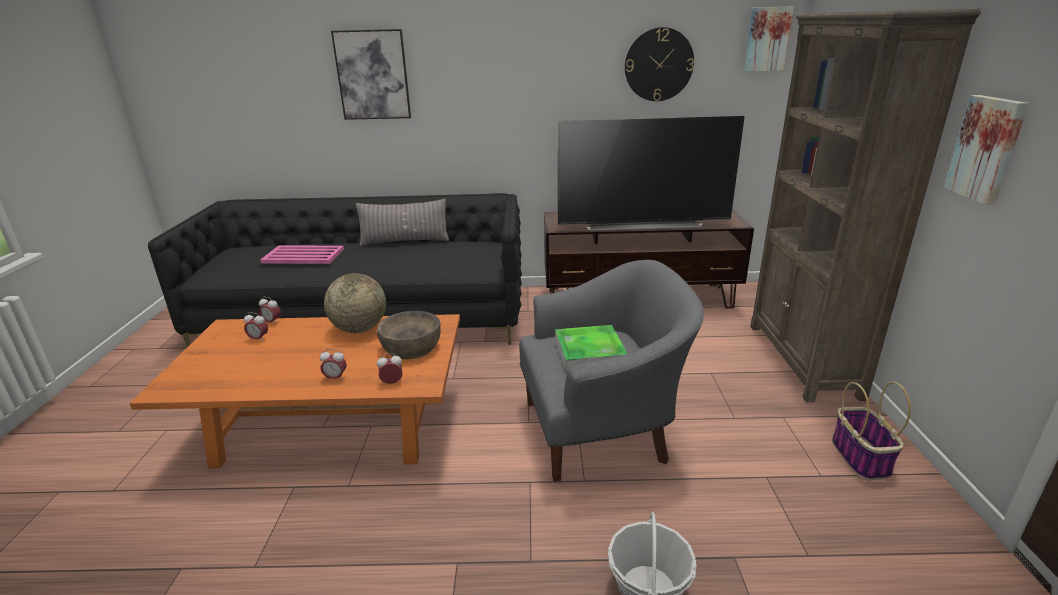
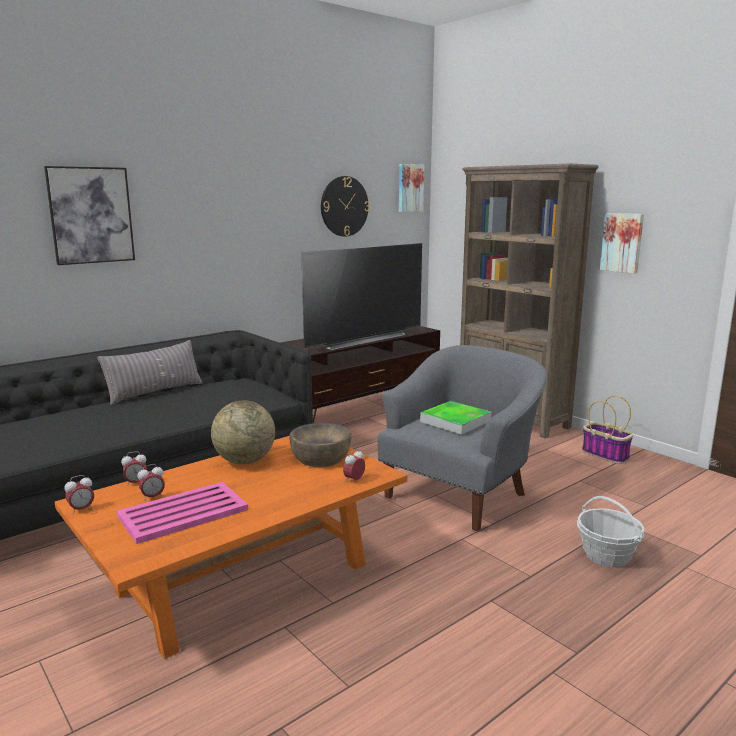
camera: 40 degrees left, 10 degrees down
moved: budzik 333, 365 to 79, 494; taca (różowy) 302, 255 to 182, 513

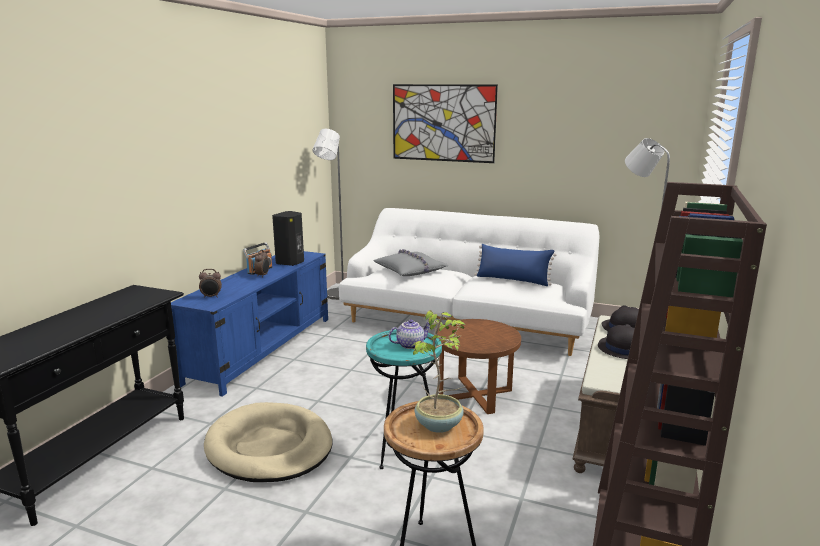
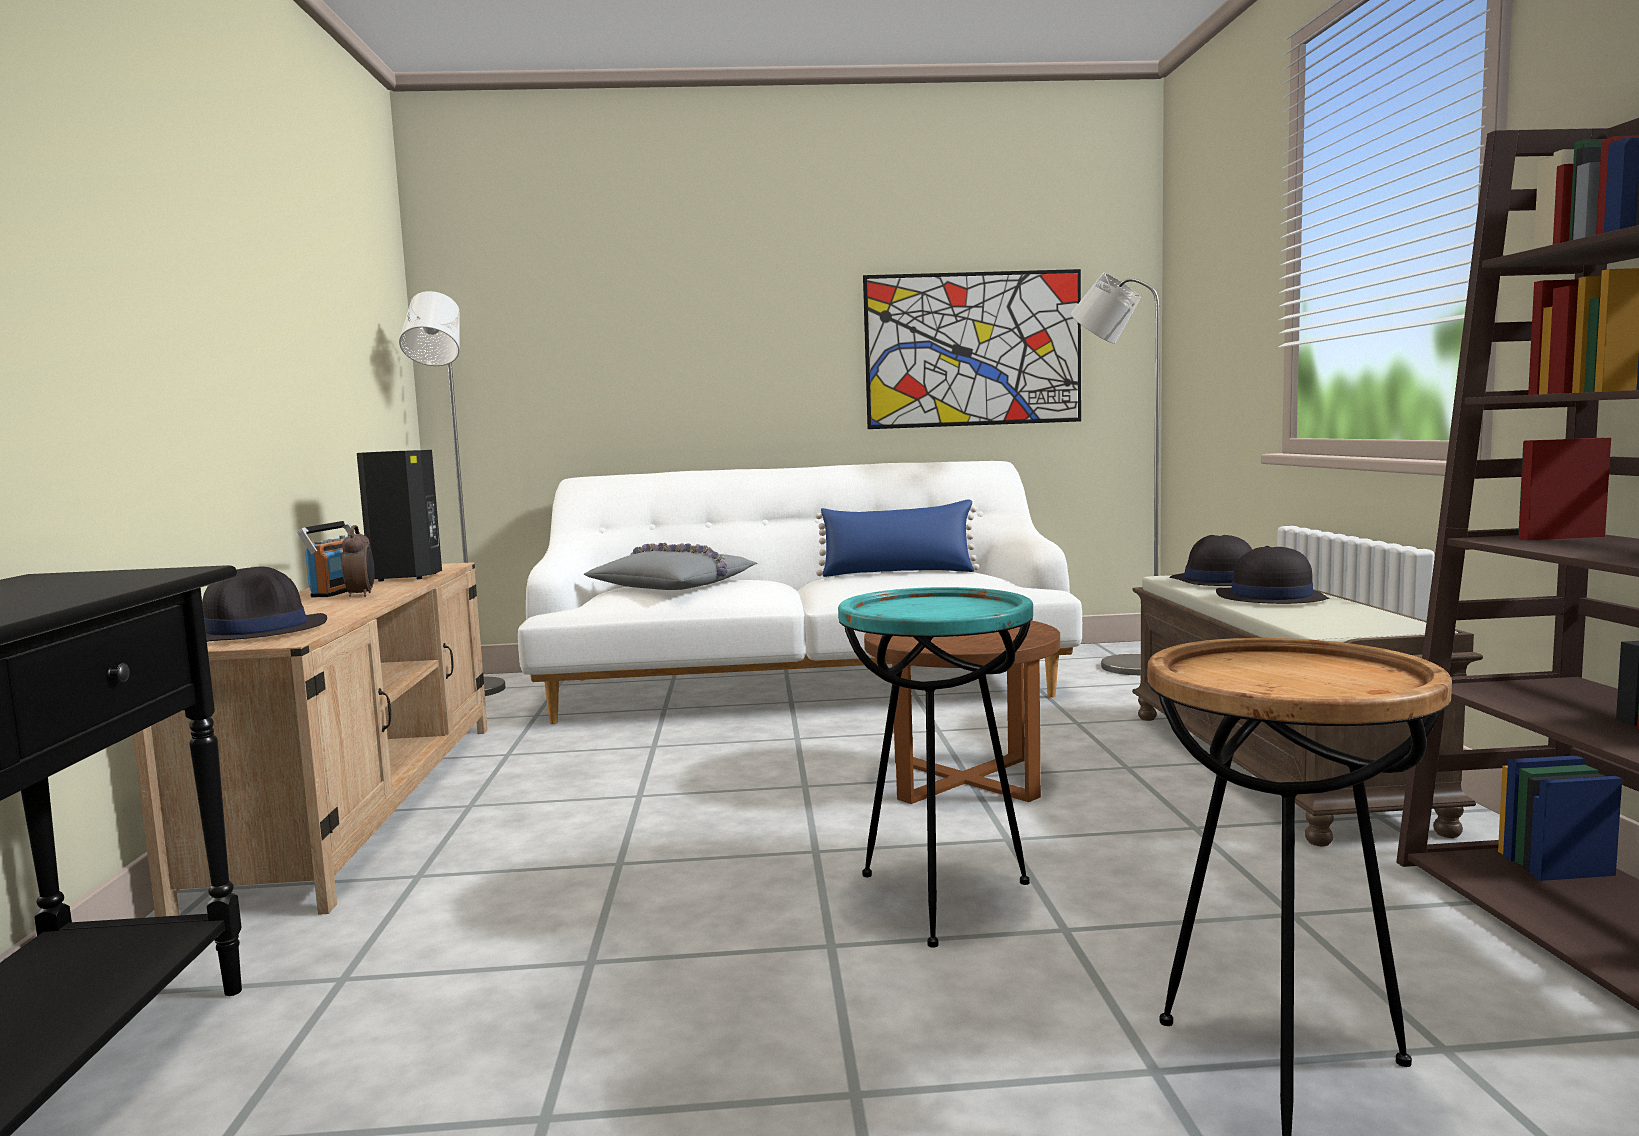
camera: 25 degrees left, 10 degrees down
removed: legowisko (beżowy) 268, 442; imbryk 409, 334; roślina doniczkowa 439, 371
moved: obraz 445, 123 to 972, 349
replaced: budzik 210, 283 to kapelusz (czarny) 264, 604
recoloured: szafka pod telewizor (niebieski) 249, 324 to szafka pod telewizor (beżowy) 310, 739

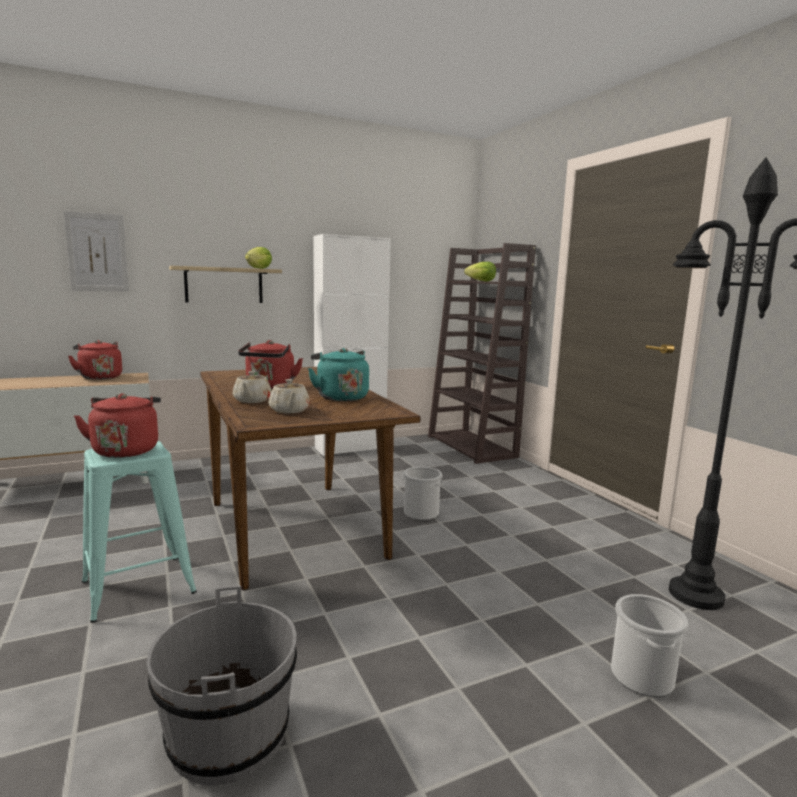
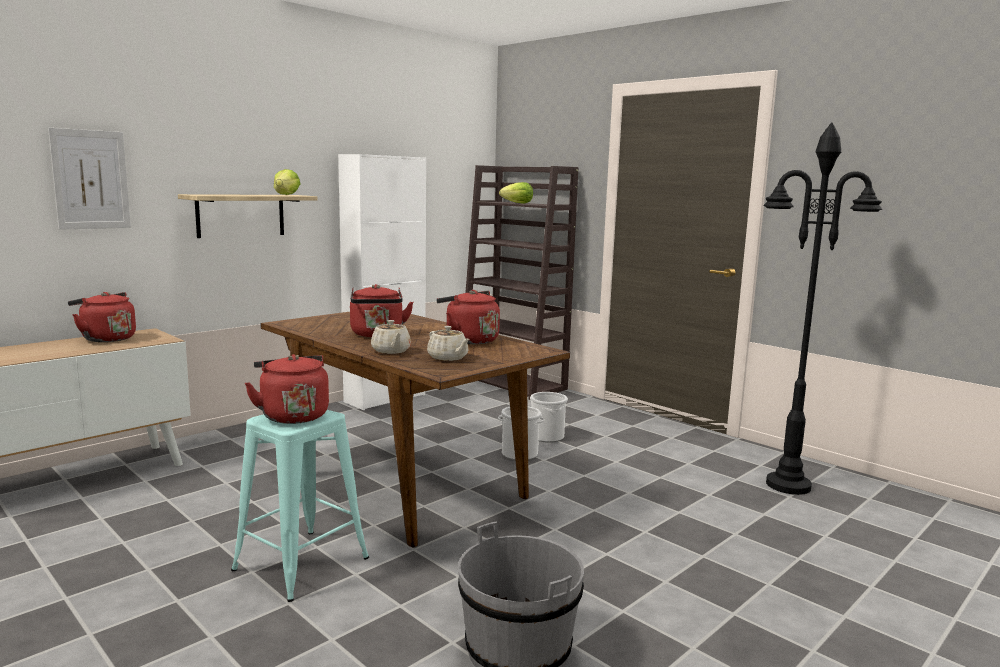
camera: 20 degrees left, 0 degrees up
moved: wiadro 649, 645 to 549, 417
recoloured: czajnik (turkusowy) 338, 374 to czajnik (czerwony) 468, 317

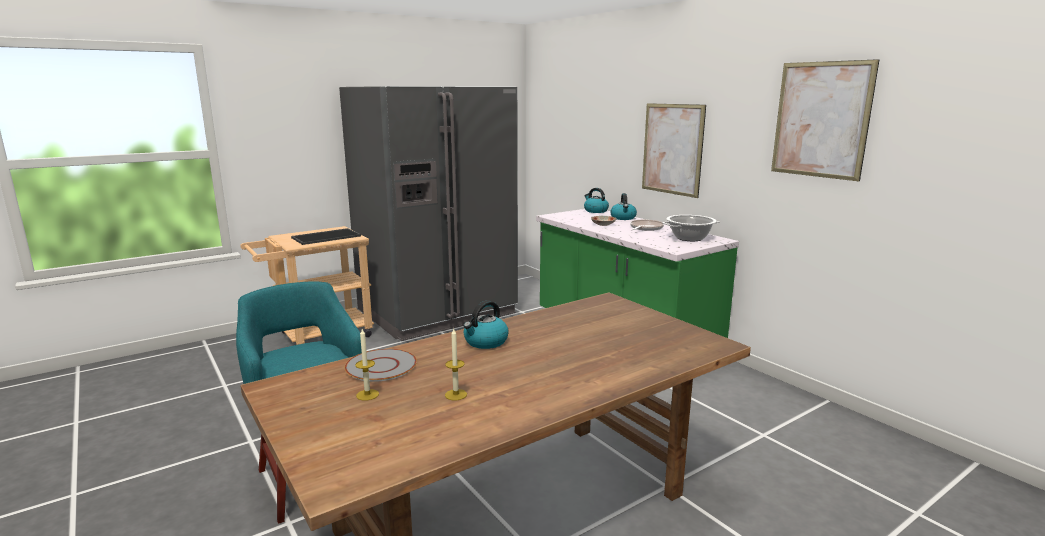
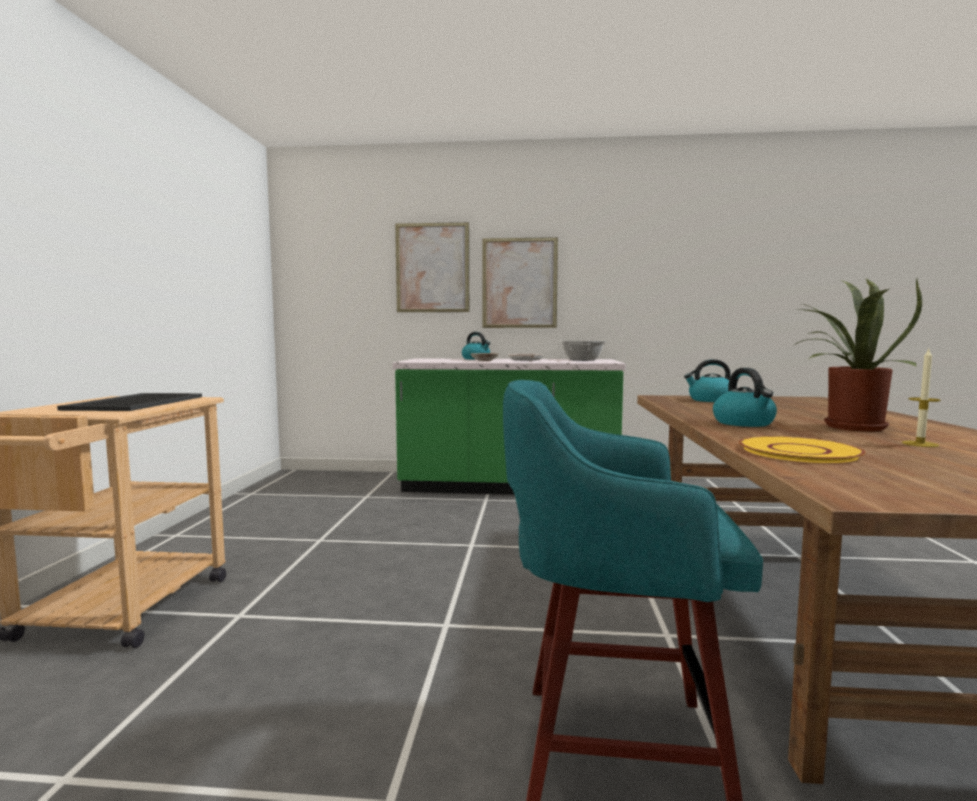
camera: 50 degrees left, 10 degrees down
removed: lodówka (szary) 428, 213; świeca 367, 365
added: roślina doniczkowa 858, 355
moved: obraz 825, 120 to 432, 267; czajnik 596, 200 to 707, 380
recoloured: talerz (szary) 381, 365 to talerz (żółty) 802, 449

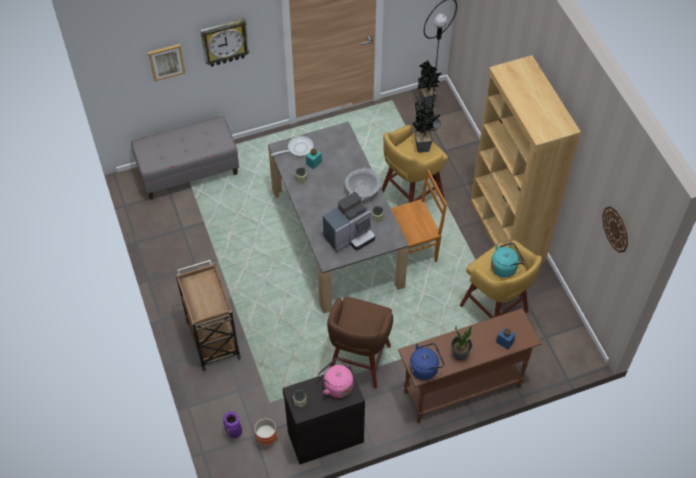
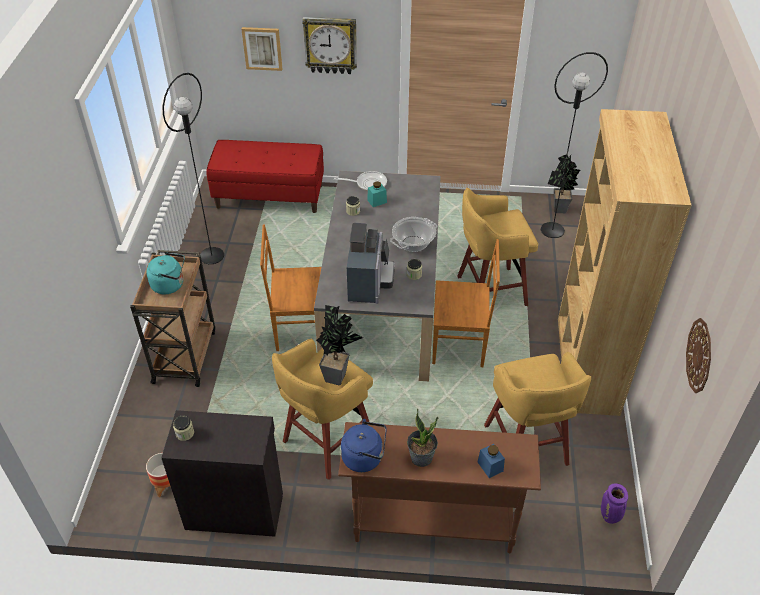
camera: 25 degrees right, 10 degrees down
removed: czajnik (różowy) 335, 378
added: lampa stojąca (czarny) 193, 168; krzesło (brązowy) 290, 287
moved: czajnik (turkusowy) 507, 260 to 165, 273; roślina doniczkowa 426, 127 to 339, 345; wazon (fioletowy) 232, 424 to 614, 503
recoloured: ławka (szary) 185, 158 to ławka (czerwony) 265, 176; stołek (brązowy) 360, 343 to stołek (żółty) 322, 409
turned: ekspres do kawy 349, 222 = 371, 263 75 degrees counterclockwise

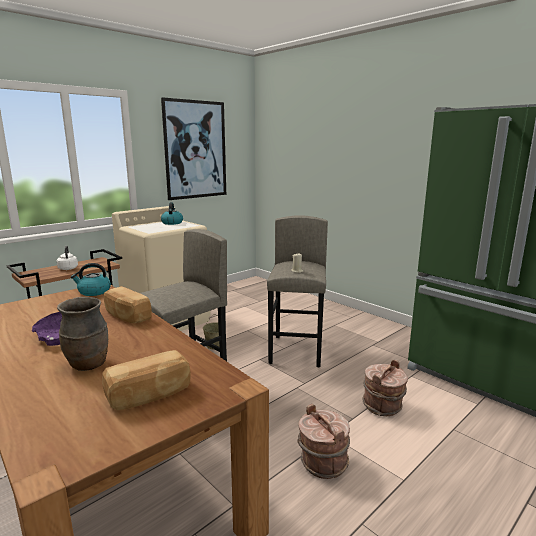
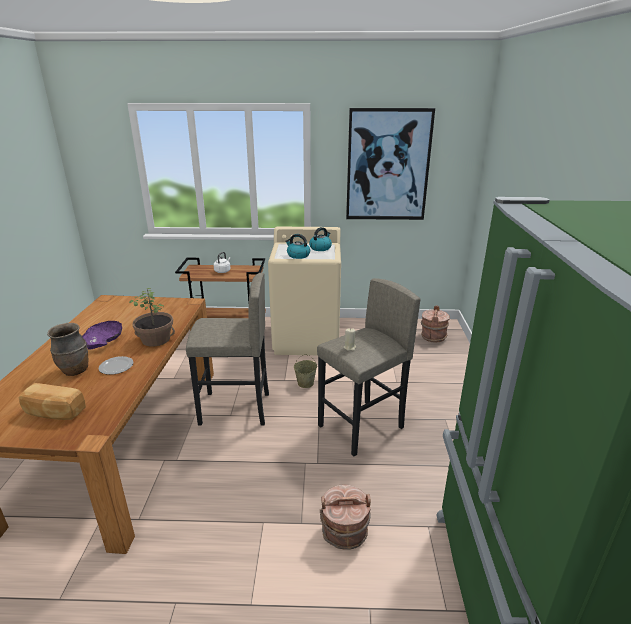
camera: 45 degrees right, 10 degrees up
added: talerz 116, 365
moved: czajnik 91, 279 to 297, 246; wiadro (brązowy) 324, 441 to 435, 324
replaced: chleb 128, 304 to roślina doniczkowa 152, 317

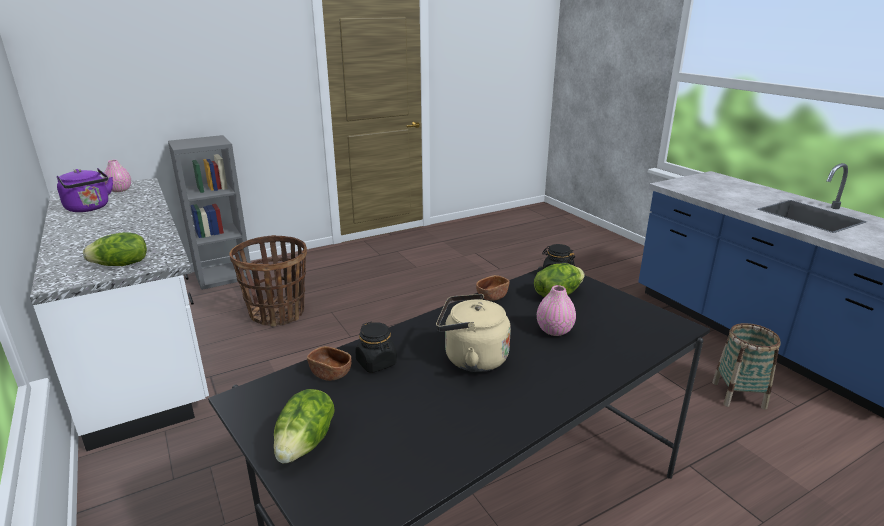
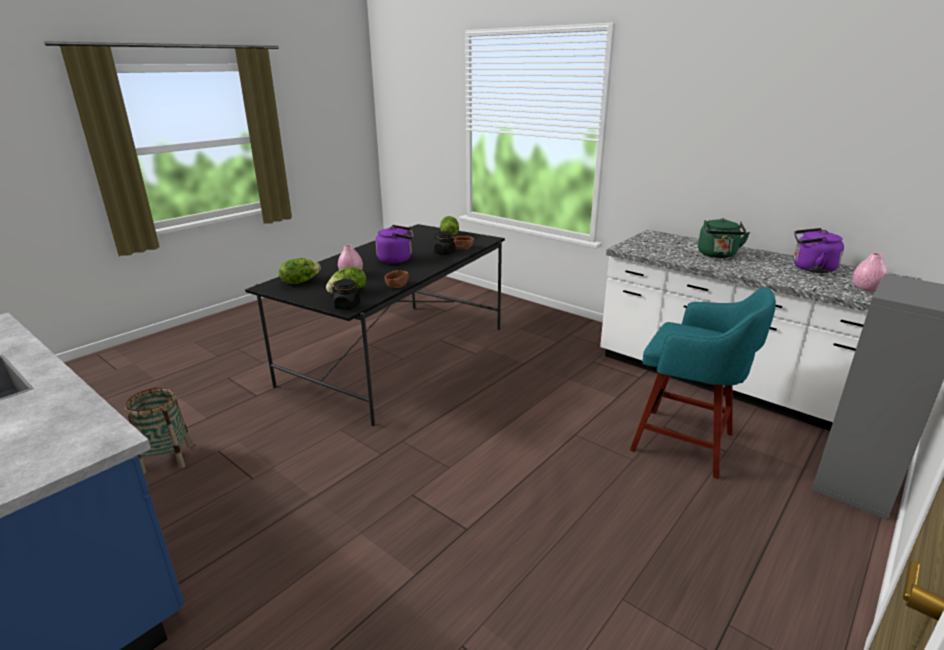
camera: 160 degrees right, 0 degrees up
added: czajnik (zielony) 724, 238
moved: sałata 115, 249 to 300, 271
replaced: koszyk 268, 281 to stołek (turkusowy) 703, 383
recoloured: czajnik (beżowy) 473, 333 to czajnik (fioletowy) 394, 244

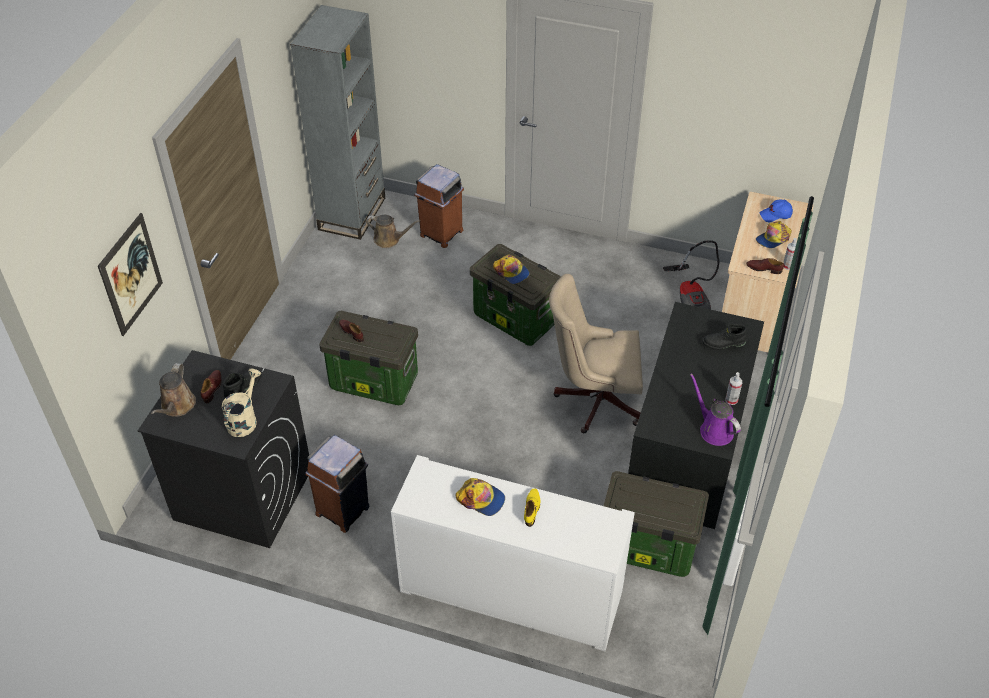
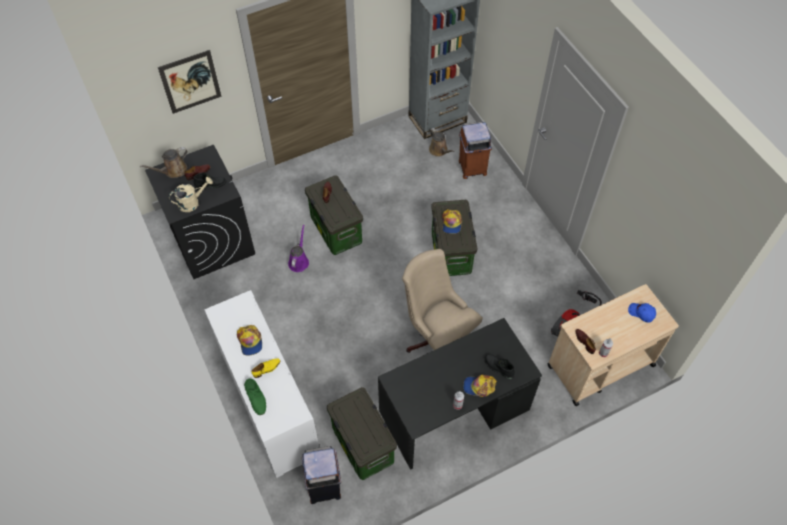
camera: 45 degrees right, 10 degrees up
added: but (zielony) 255, 396
moved: konewka (fioletowy) 715, 409 to 298, 248; kosz na śmieci (brązowy) 337, 484 to 321, 475; czapka z daszkiem 774, 234 to 480, 386

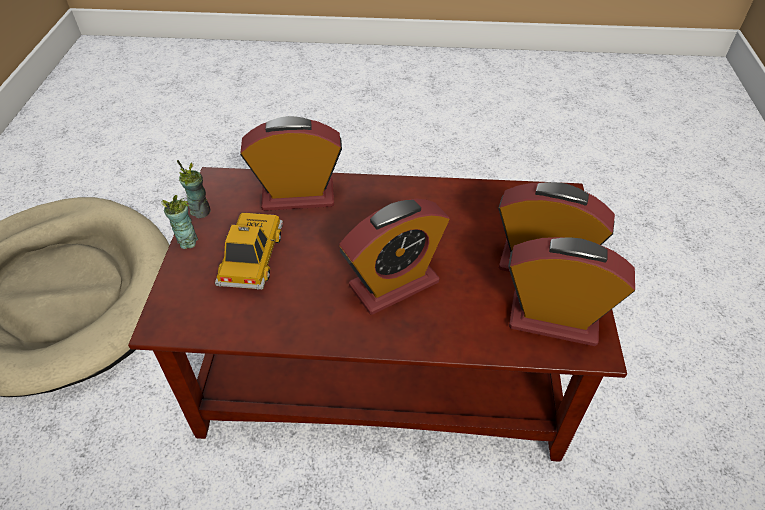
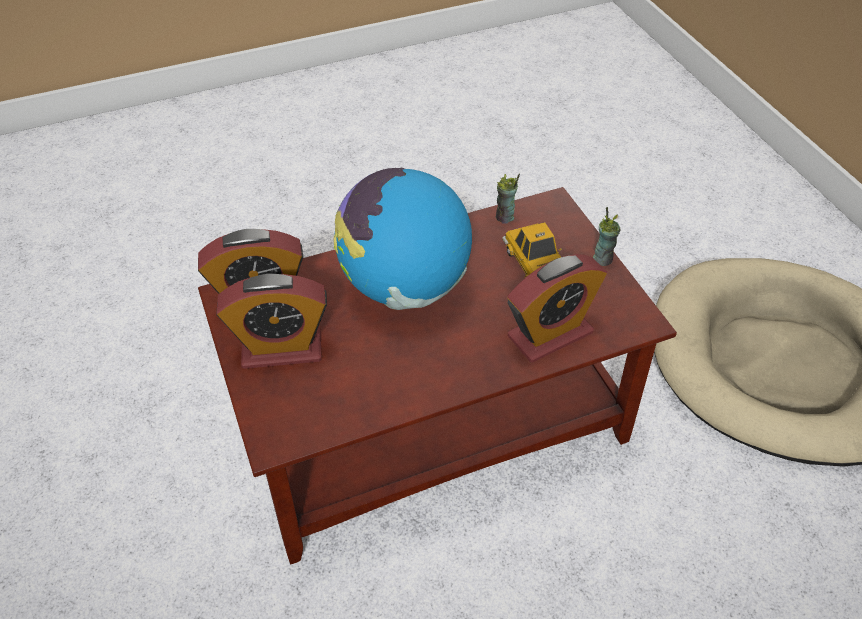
camera: 155 degrees right, 0 degrees up
moved: filiżanka 193, 189 to 508, 199
replaced: budzik 394, 257 to globus 403, 239

